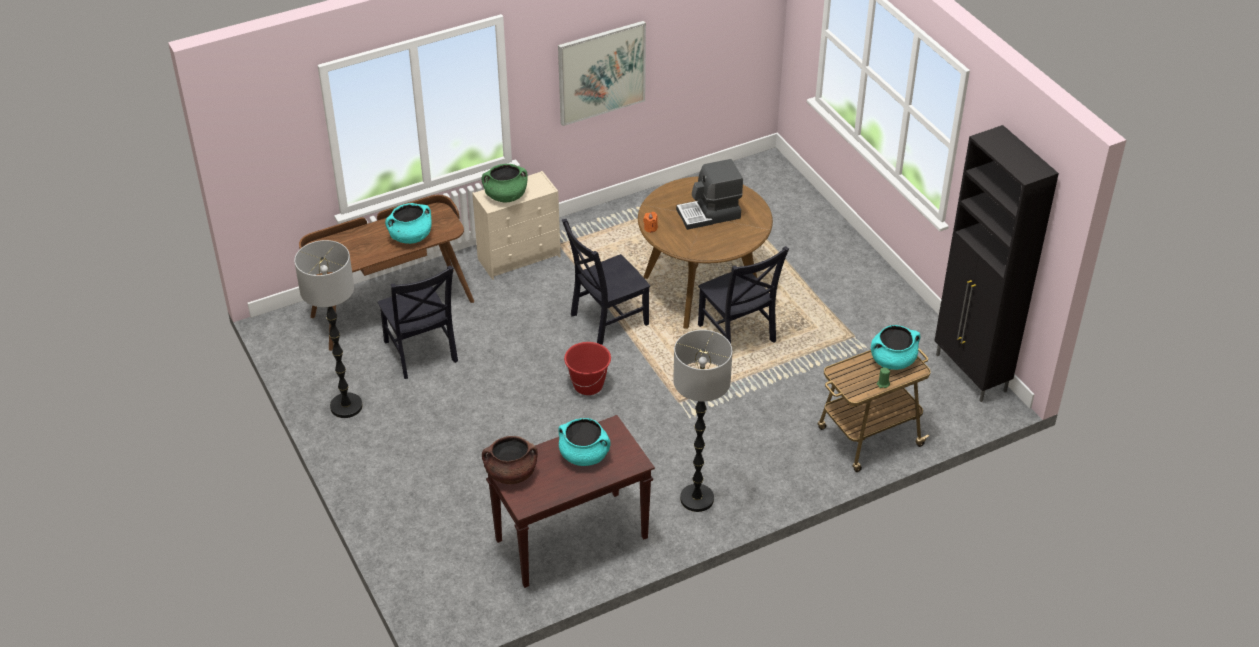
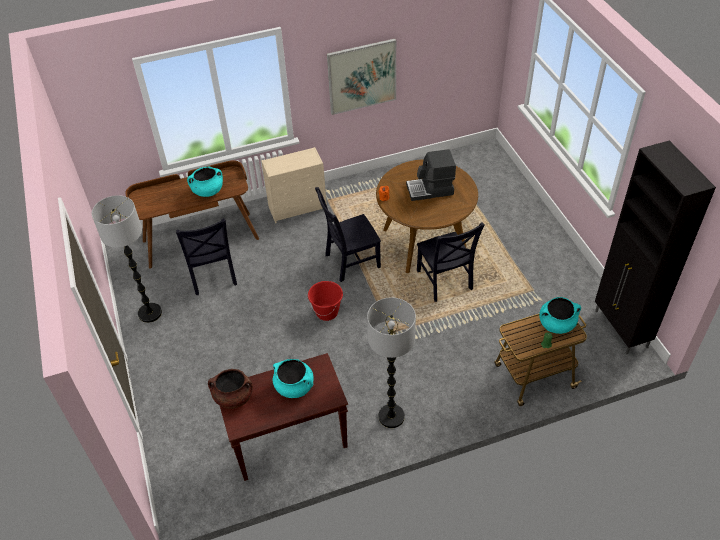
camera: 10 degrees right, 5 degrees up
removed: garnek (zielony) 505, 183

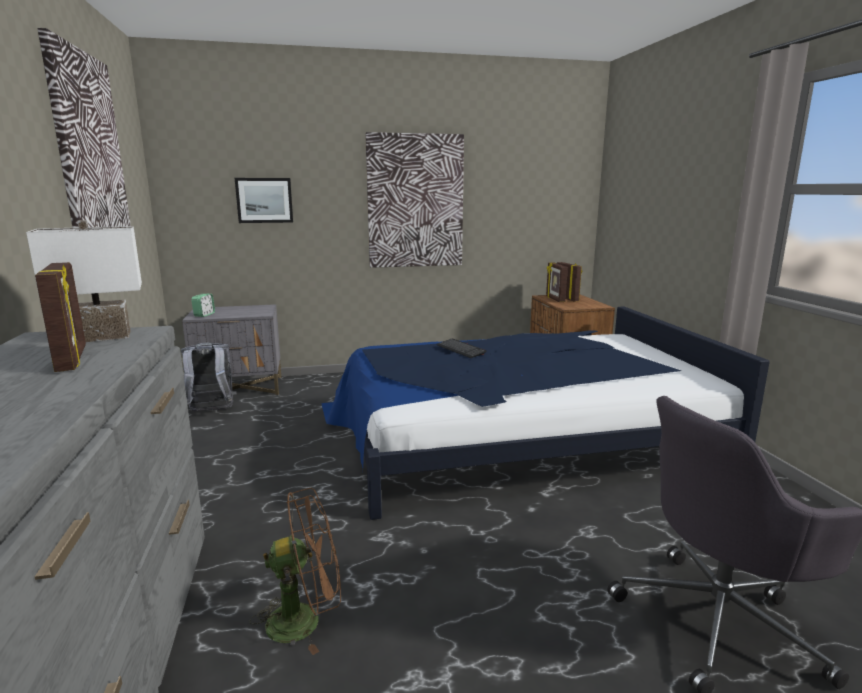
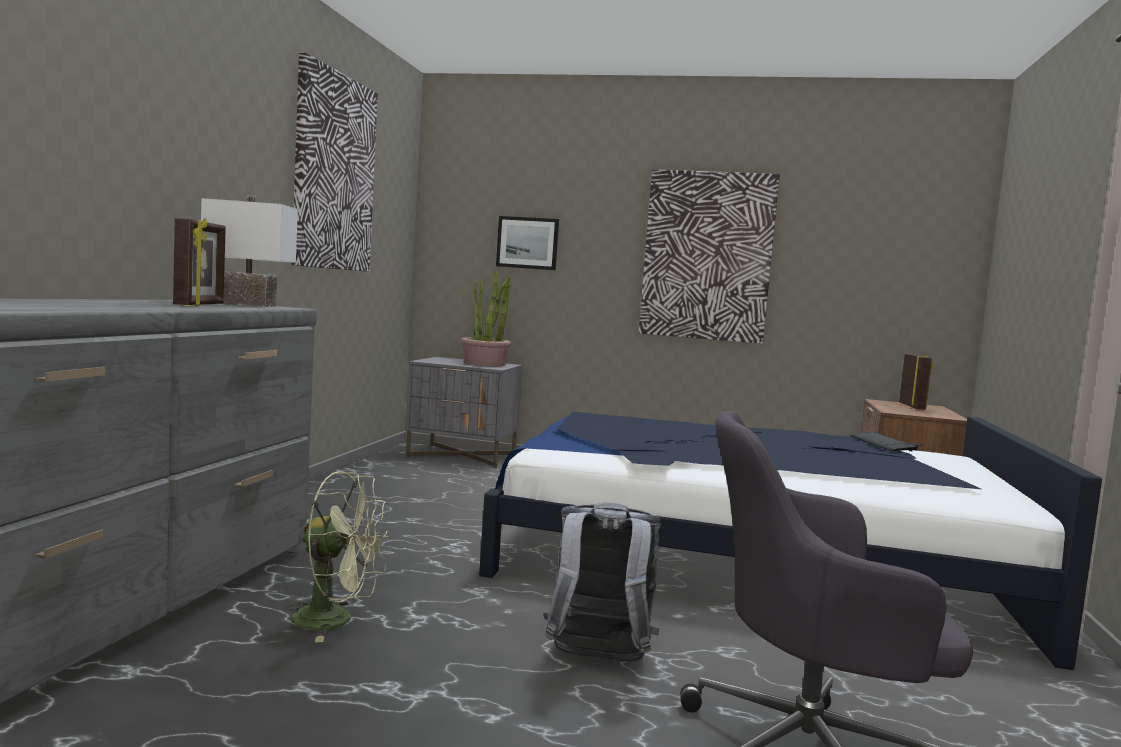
camera: 25 degrees right, 10 degrees down
removed: budzik 203, 305; ramka na zdjęcie 557, 282
added: roślina doniczkowa 486, 318
moved: plecak (szary) 209, 377 to 602, 582; klawiatura 462, 348 to 883, 441
recoloured: wentylator (brązowy) 295, 571 to wentylator (zielony) 338, 557

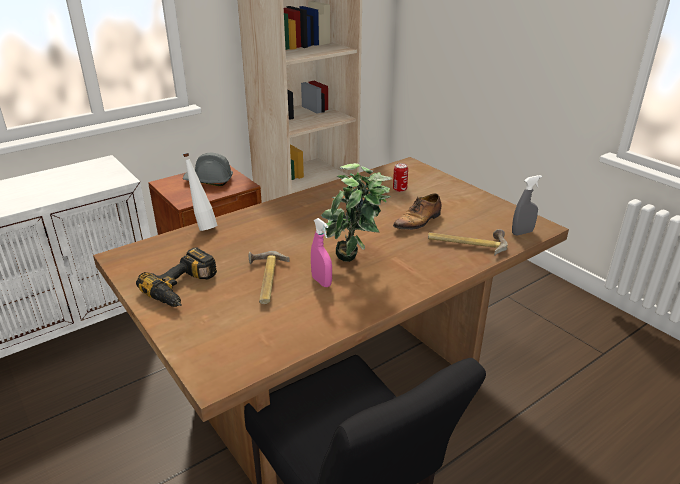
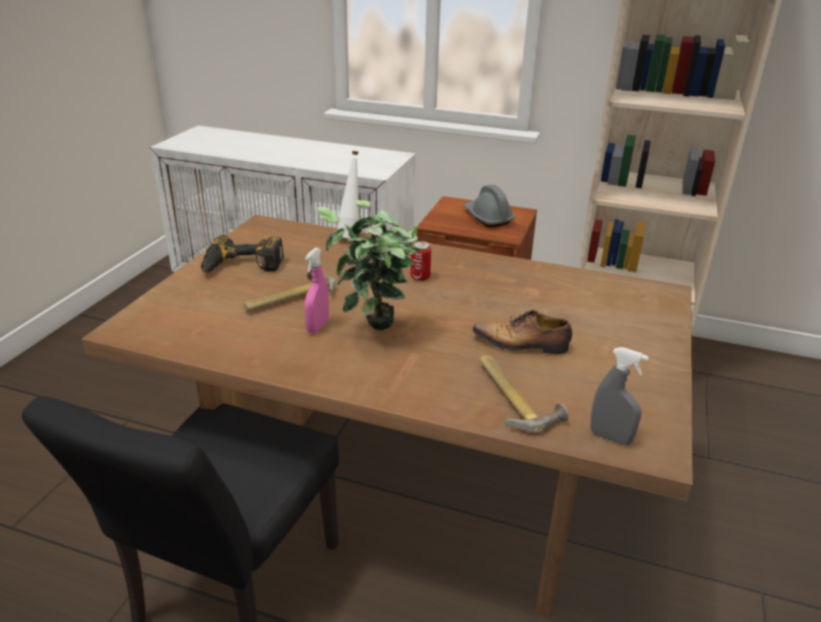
camera: 55 degrees right, 0 degrees up
moved: puszka 400, 177 to 421, 261

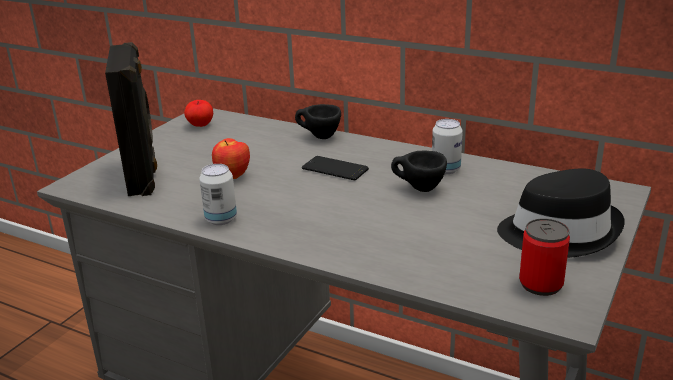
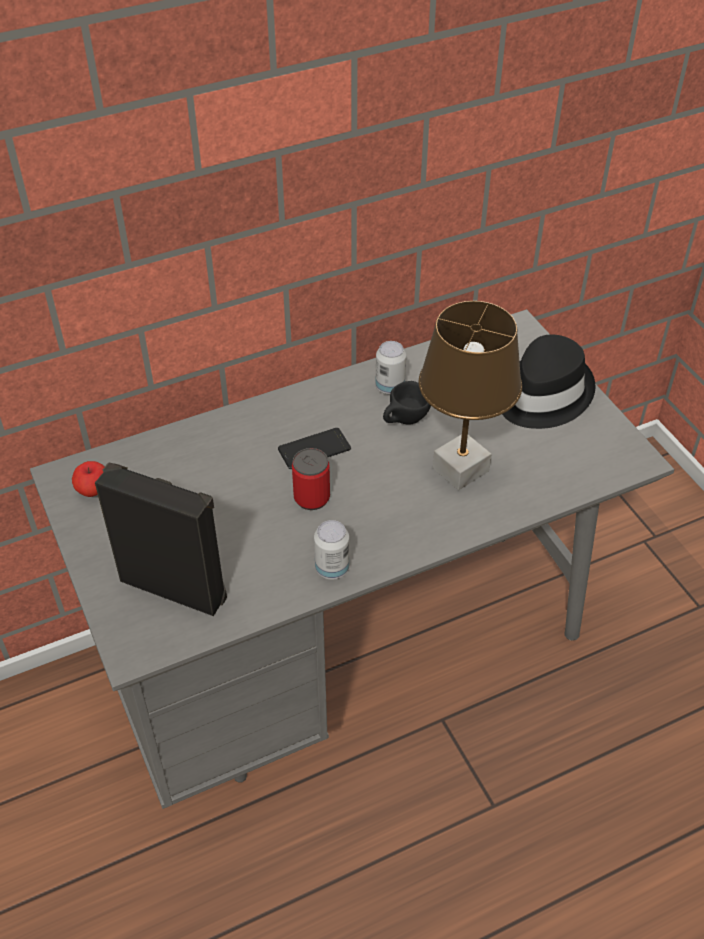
camera: 55 degrees left, 20 degrees up
removed: jabłko 231, 158; filiżanka (czarny) 318, 121
added: lampa stołowa (brązowy) 470, 395
moved: puszka 544, 257 to 311, 479

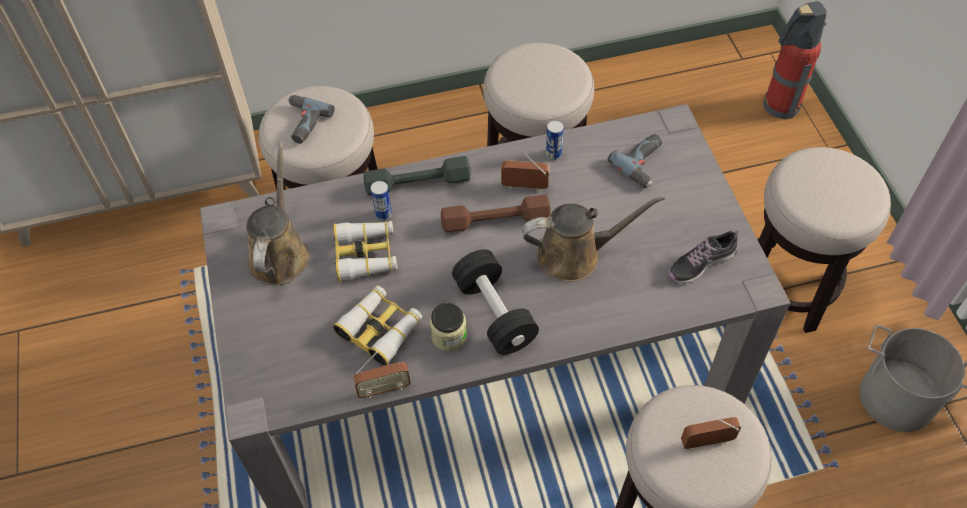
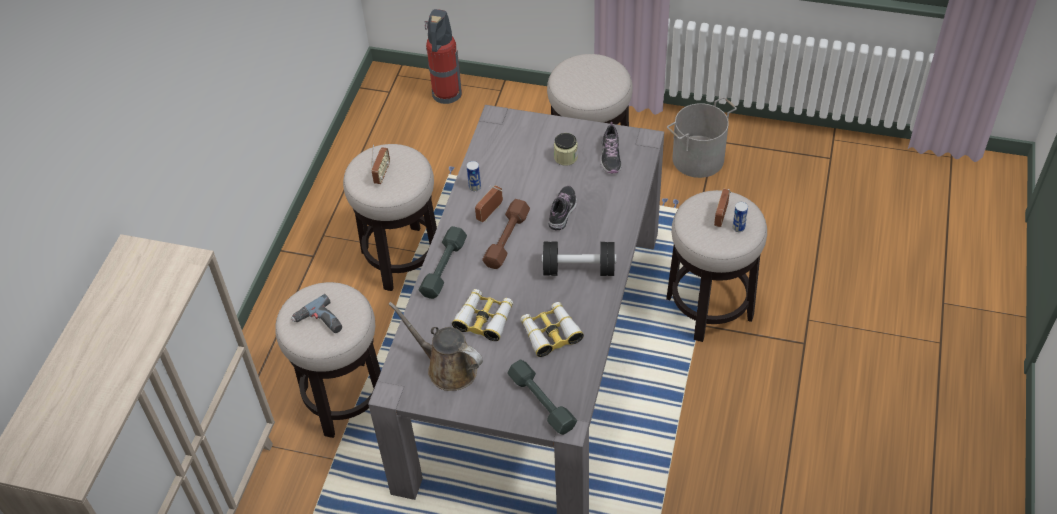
camera: 60 degrees left, 5 degrees down
removed: wiertarka 635, 161
added: hantel (szary) 542, 397
moved: radio 382, 374 to 380, 164; słoik 448, 327 to 566, 149; puszka 381, 201 to 740, 217
replaced: konewka (brązowy) 593, 238 to but 563, 208

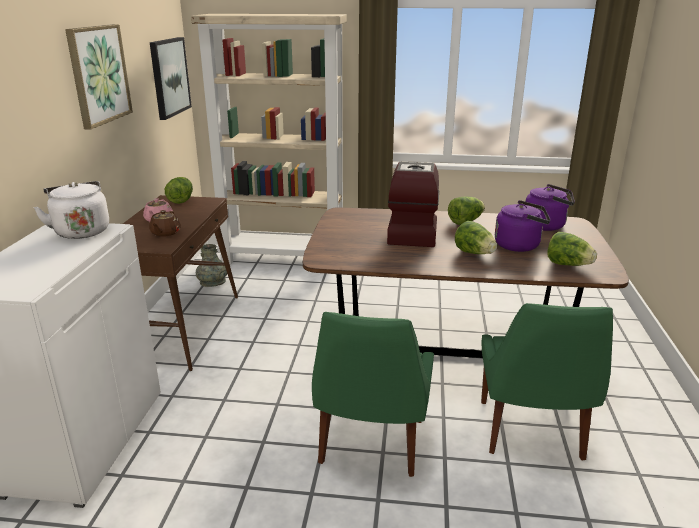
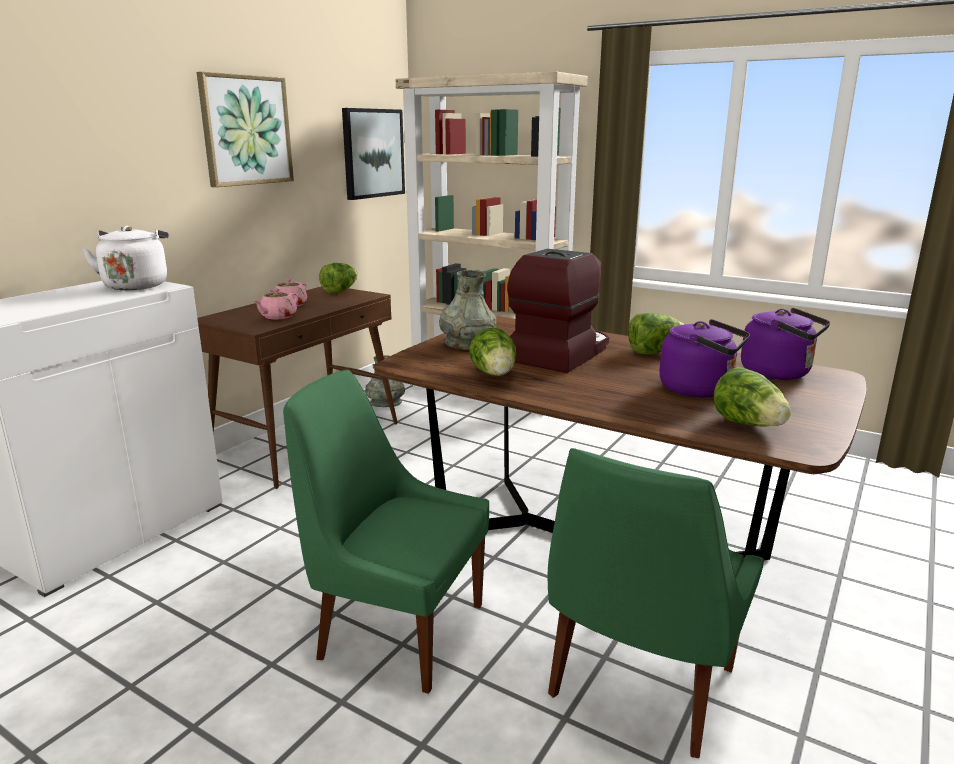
camera: 25 degrees right, 5 degrees down
added: wazon (szary) 467, 310
moved: sałata 476, 237 to 492, 351
recoloured: imbryk (brązowy) 165, 223 to imbryk (różowy) 275, 303
turned: krzesło (zielony) 373, 394 = 386, 532 75 degrees clockwise

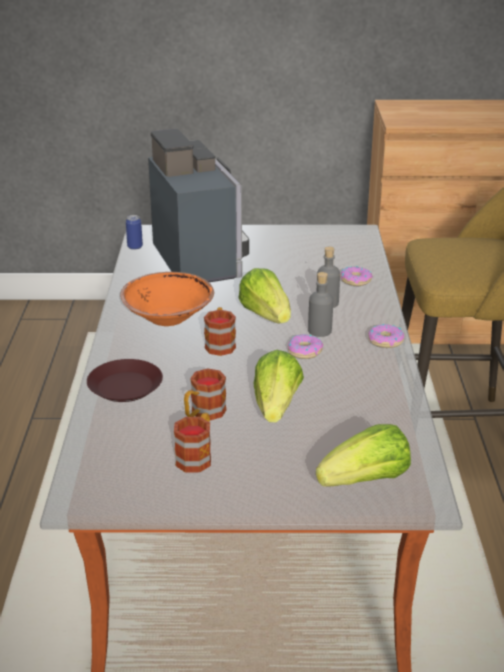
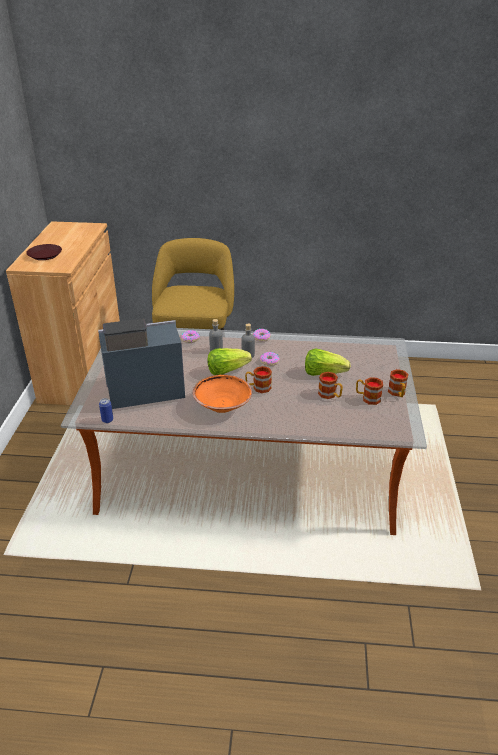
camera: 85 degrees left, 5 degrees up
removed: sałata 363, 455
added: kubek 398, 383
moved: talerz (brązowy) 125, 380 to 44, 252

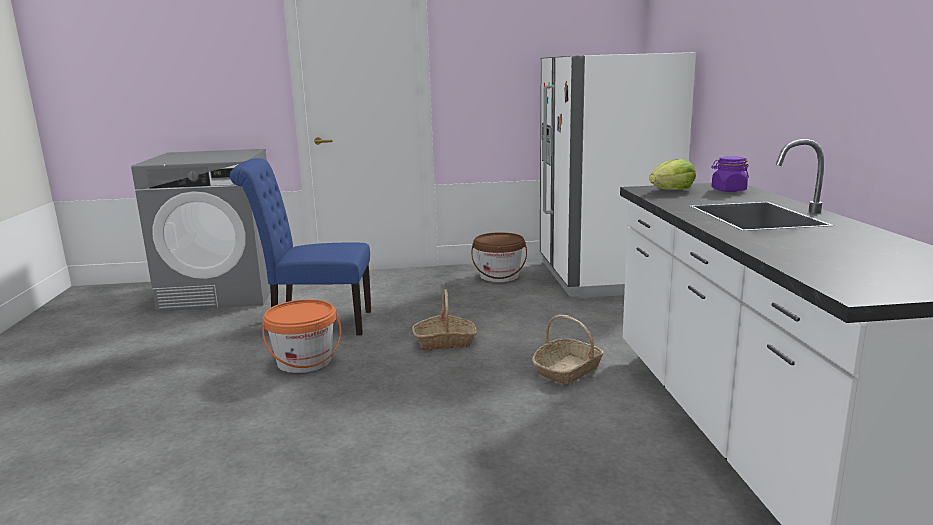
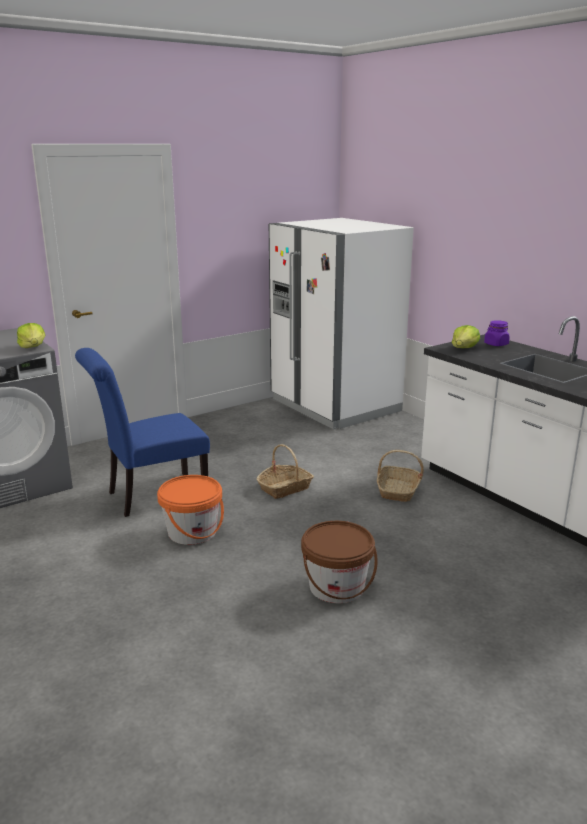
camera: 30 degrees left, 5 degrees up
added: sałata 31, 335
moved: wiadro (brązowy) 499, 257 to 339, 562

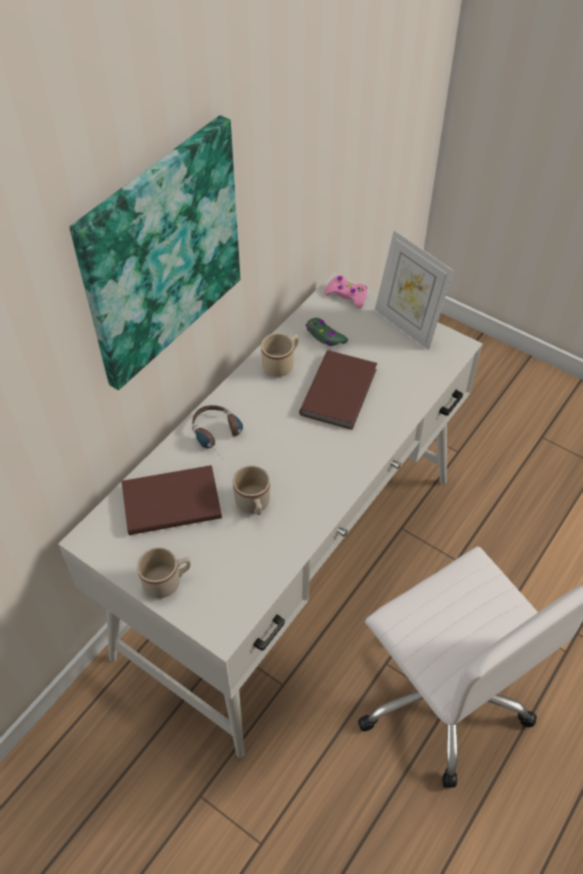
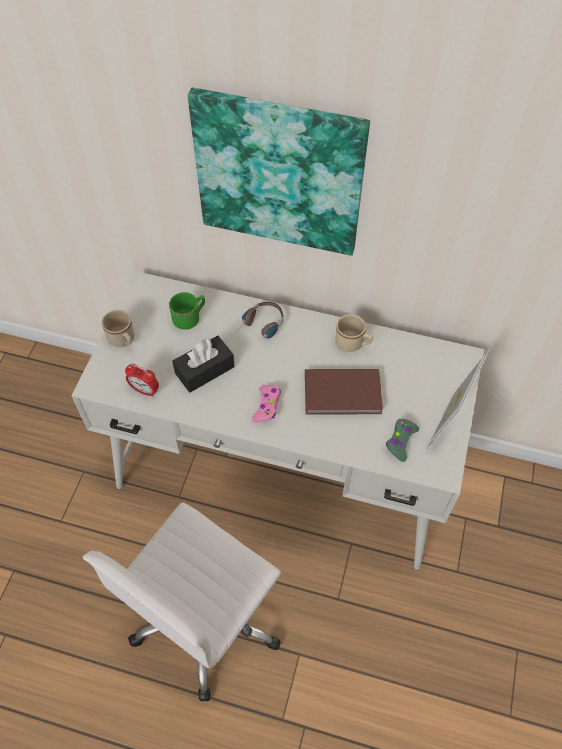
camera: 70 degrees right, 5 degrees up
added: budzik 142, 380
moved: pad do gier (różowy) 345, 292 to 266, 404; pad do gier (zielony) 327, 332 to 402, 440
replaced: książka (brązowy) 172, 500 to kubek (zielony) 187, 311; kubek (beżowy) 251, 490 to pudełko chusteczek (czarny) 203, 364

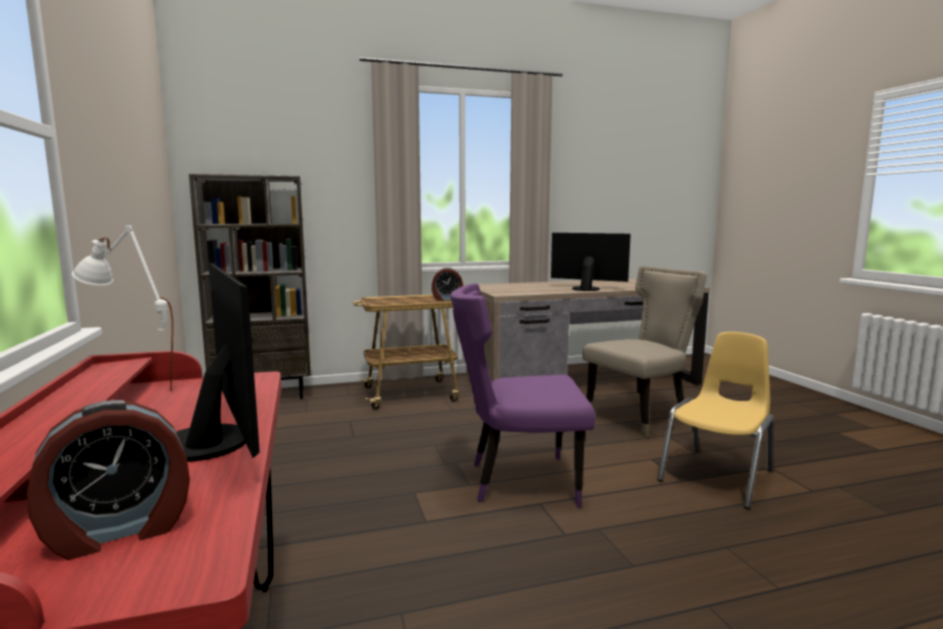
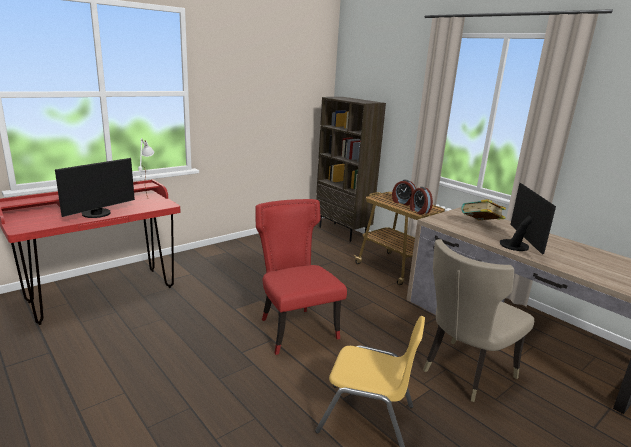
camera: 65 degrees right, 10 degrees up
added: książka 483, 209
moved: budzik 108, 480 to 404, 193
recoloured: krzesło (fioletowy) 522, 395 to krzesło (czerwony) 301, 277
turned: krzesło (beżowy) 644, 351 = 478, 320 105 degrees clockwise

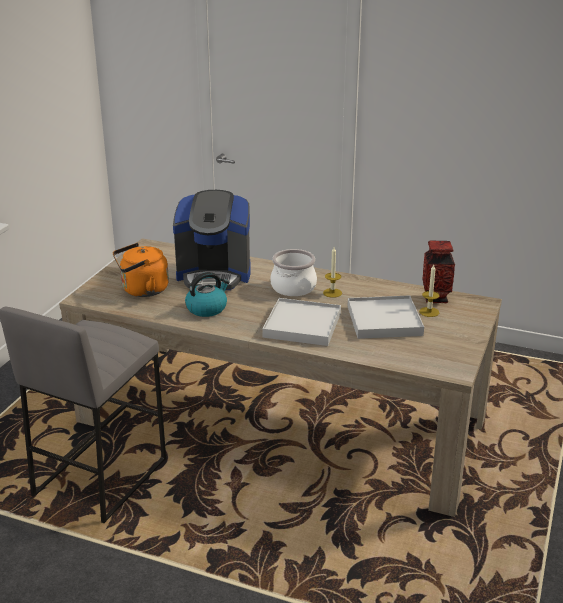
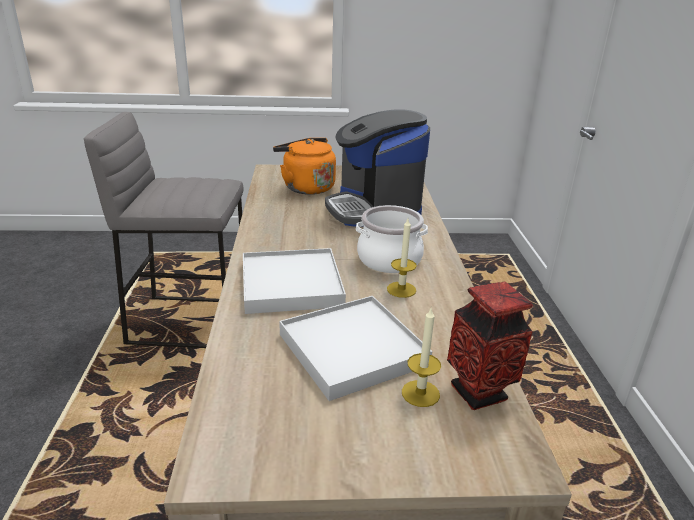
camera: 65 degrees right, 0 degrees up
removed: czajnik 207, 294

